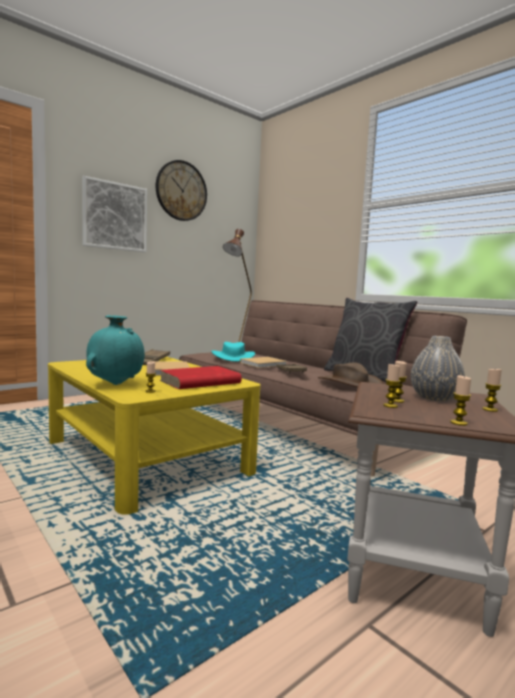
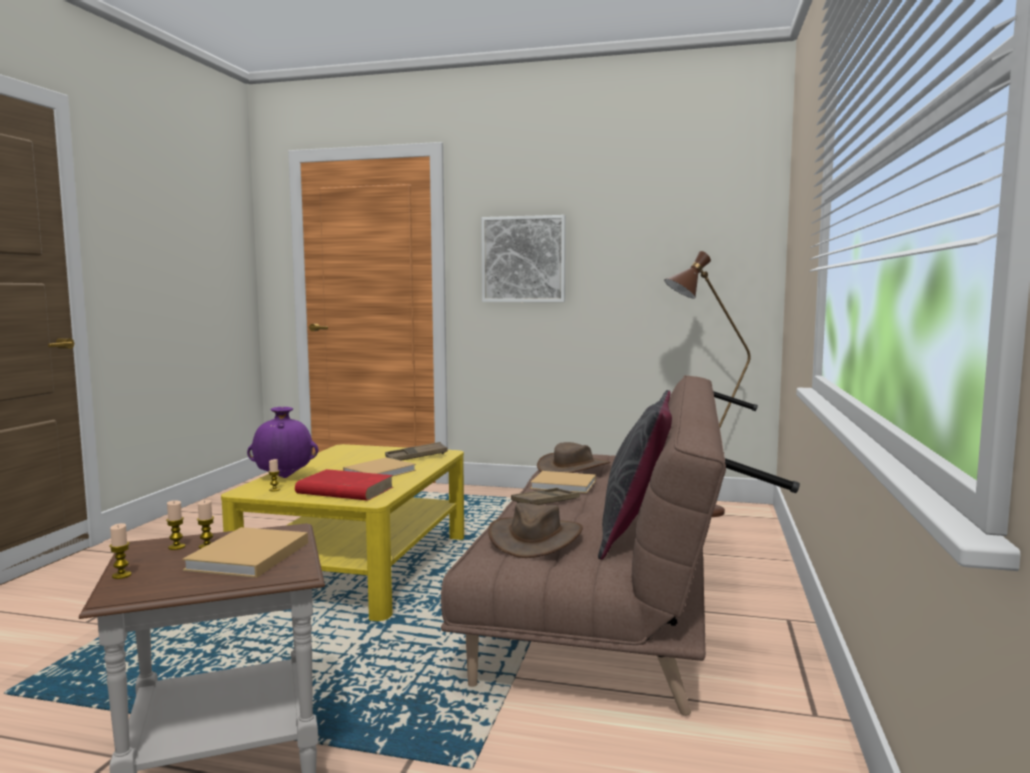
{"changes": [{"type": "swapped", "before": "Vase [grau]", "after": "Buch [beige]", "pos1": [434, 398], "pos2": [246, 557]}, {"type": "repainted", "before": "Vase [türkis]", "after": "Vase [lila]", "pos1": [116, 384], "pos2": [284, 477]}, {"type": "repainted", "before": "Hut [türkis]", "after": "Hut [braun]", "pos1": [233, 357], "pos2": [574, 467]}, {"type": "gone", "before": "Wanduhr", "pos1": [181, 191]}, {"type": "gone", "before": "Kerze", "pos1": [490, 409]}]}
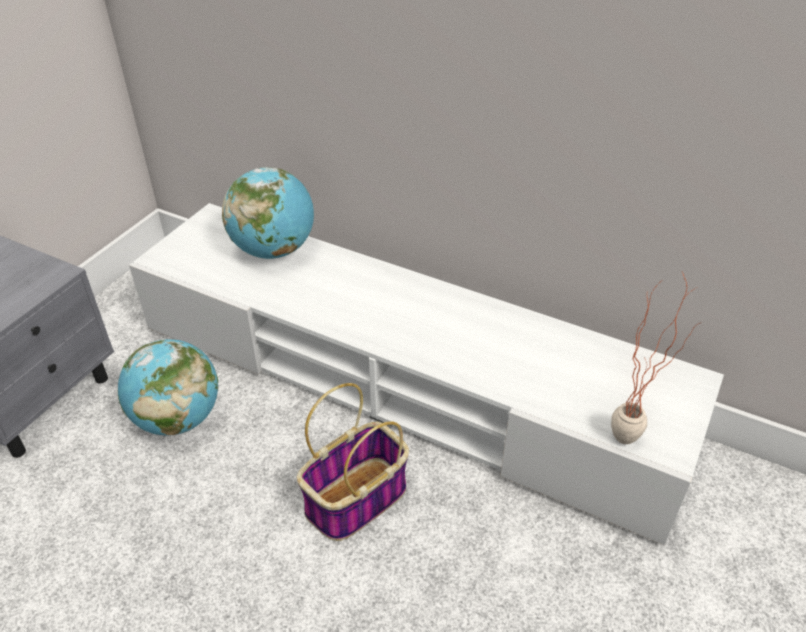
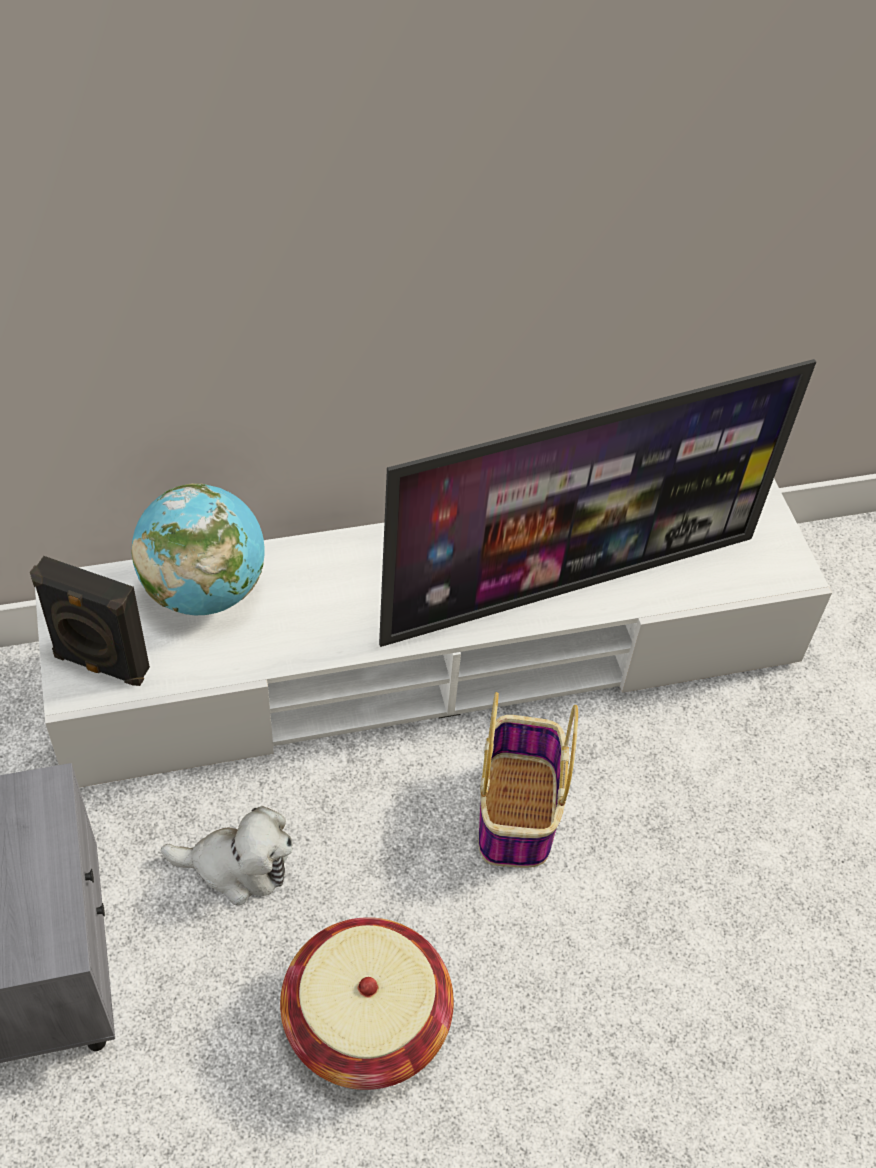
{"changes": [{"type": "new", "after": "Lautsprecher [schwarz]", "pos2": [100, 664]}, {"type": "swapped", "before": "Globus", "after": "Plüschtier", "pos1": [178, 418], "pos2": [237, 866]}, {"type": "new", "after": "Korb", "pos2": [366, 1020]}, {"type": "new", "after": "Fernseher", "pos2": [570, 584]}, {"type": "gone", "before": "Topfpflanze", "pos1": [634, 437]}]}
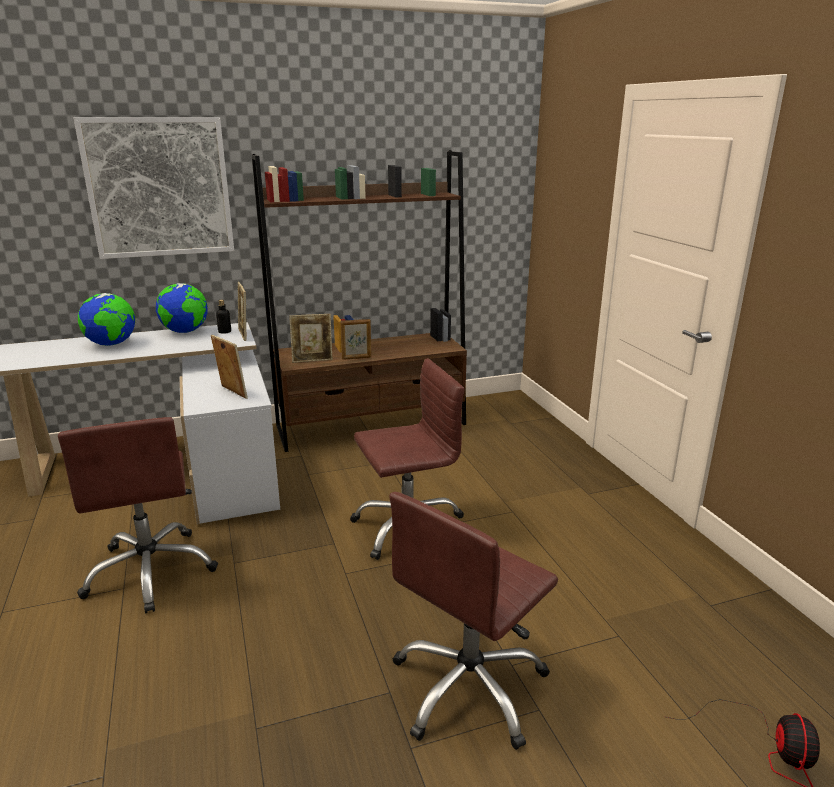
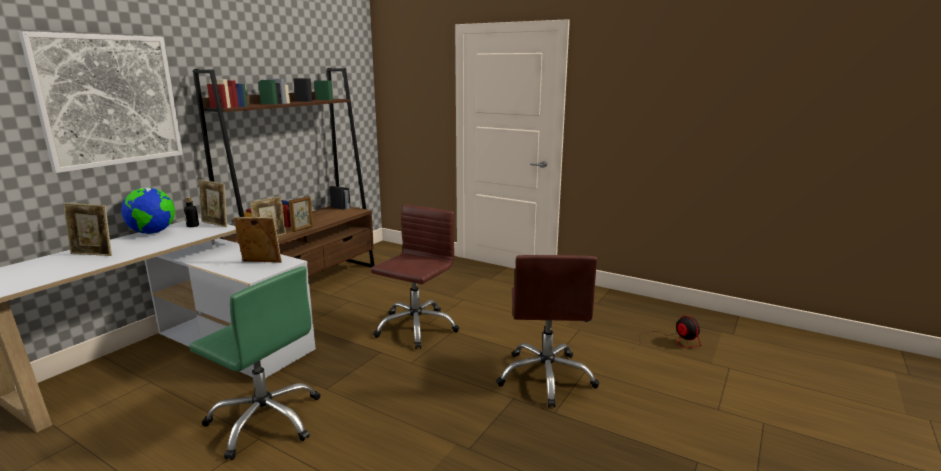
{"changes": [{"type": "swapped", "before": "Globus", "after": "Bilderrahmen", "pos1": [111, 344], "pos2": [93, 254]}, {"type": "repainted", "before": "Bürostuhl [braun]", "after": "Bürostuhl [grün]", "pos1": [151, 571], "pos2": [265, 420]}]}
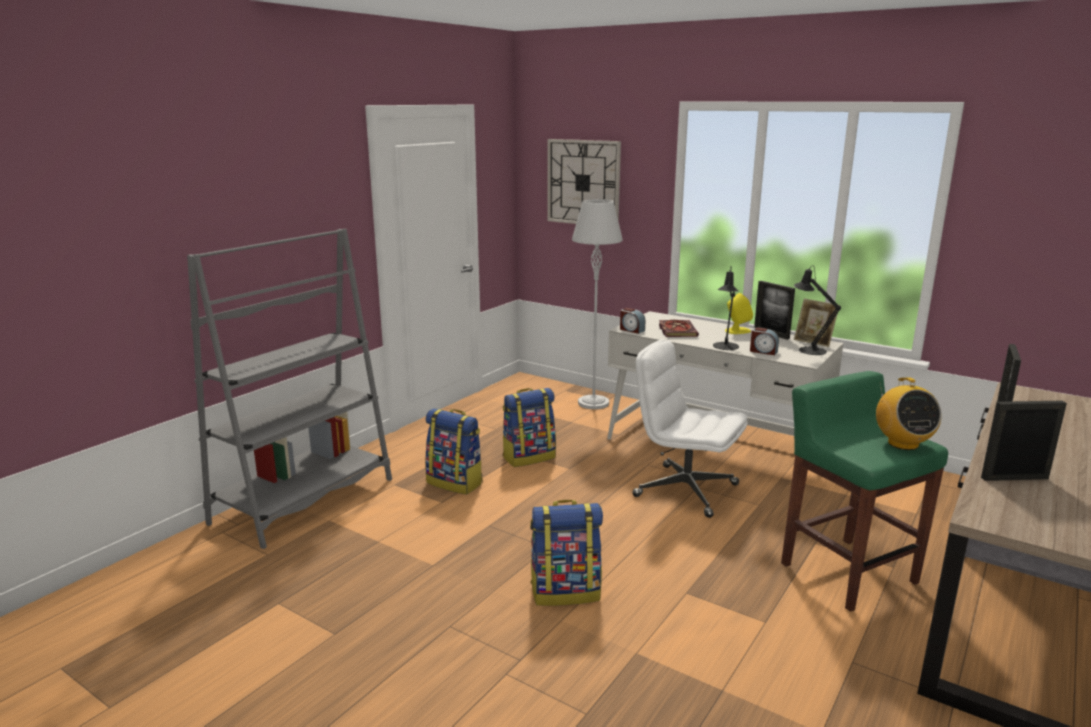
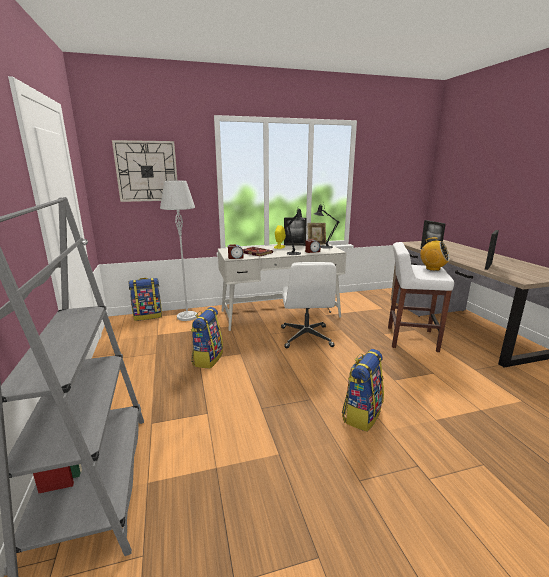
{"changes": [{"type": "shifted", "before": "Rucksack", "pos1": [455, 483], "pos2": [148, 316]}, {"type": "rotated", "before": "Bürostuhl [weiß]", "pos1": [684, 490], "pos2": [306, 337], "turn": -75}, {"type": "repainted", "before": "Hocker [grün]", "after": "Hocker [weiß]", "pos1": [847, 572], "pos2": [410, 339]}]}
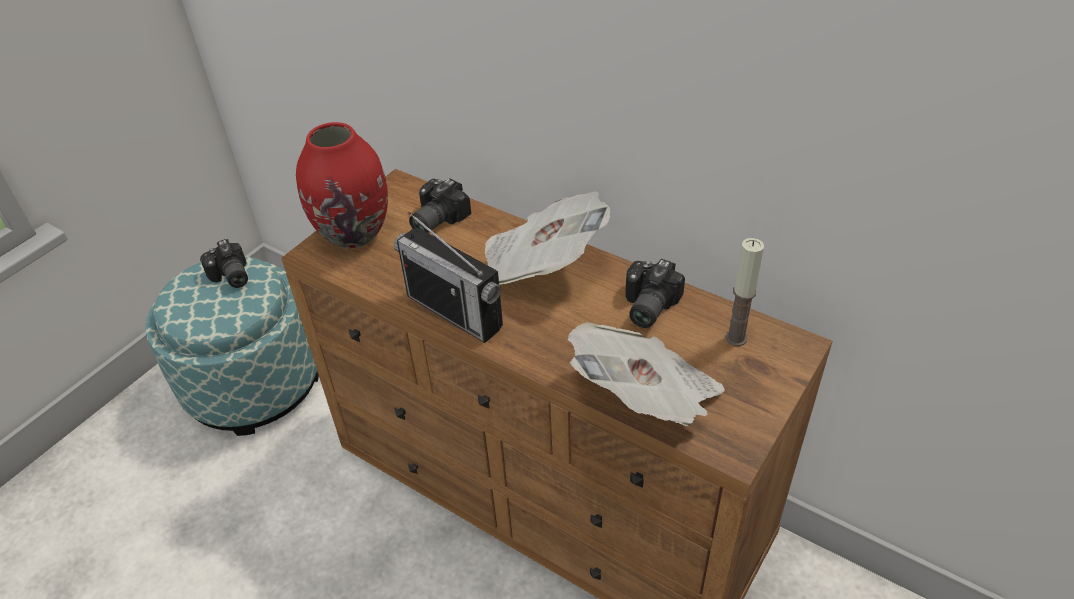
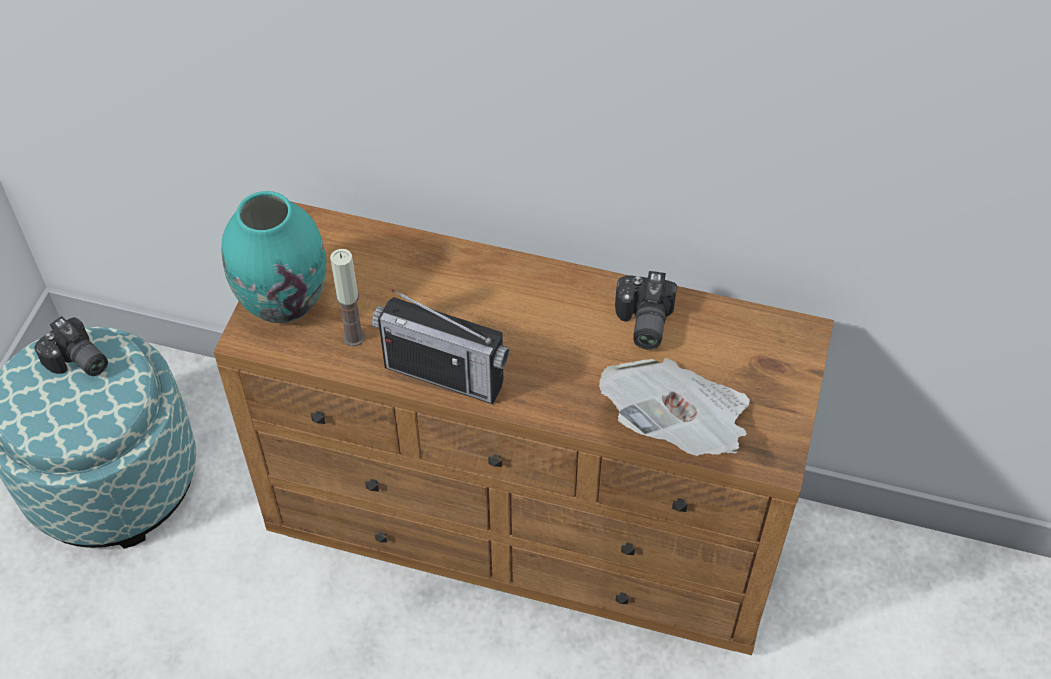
{"changes": [{"type": "repainted", "before": "Vase [rot]", "after": "Vase [türkis]", "pos1": [354, 233], "pos2": [284, 300]}, {"type": "shifted", "before": "Kerze", "pos1": [736, 338], "pos2": [354, 337]}, {"type": "gone", "before": "Kamera", "pos1": [435, 219]}, {"type": "gone", "before": "Zeitung", "pos1": [541, 264]}]}
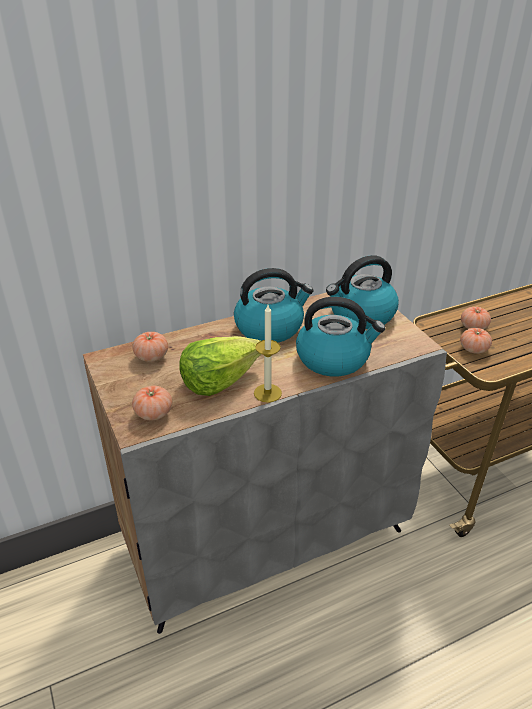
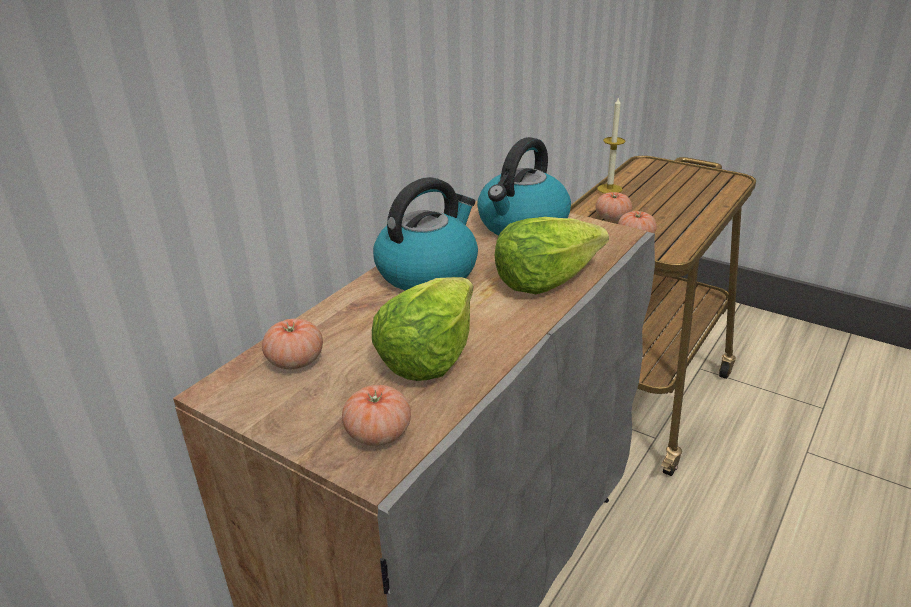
{"changes": [{"type": "swapped", "before": "Wasserkessel", "after": "Salatkopf", "pos1": [334, 358], "pos2": [545, 279]}, {"type": "shifted", "before": "Kerze", "pos1": [267, 393], "pos2": [609, 189]}]}
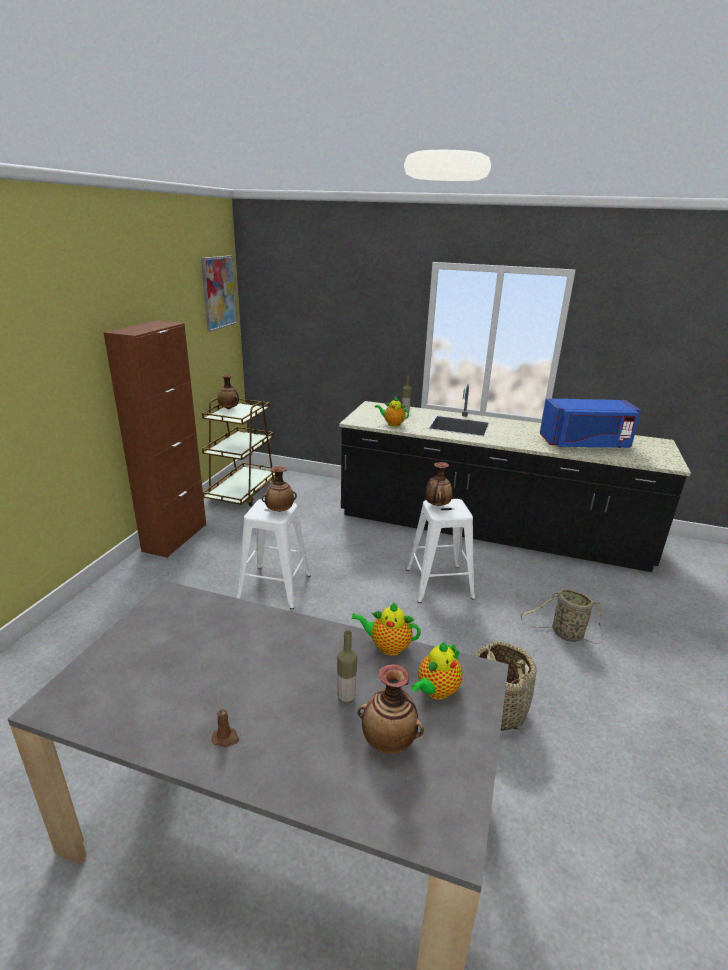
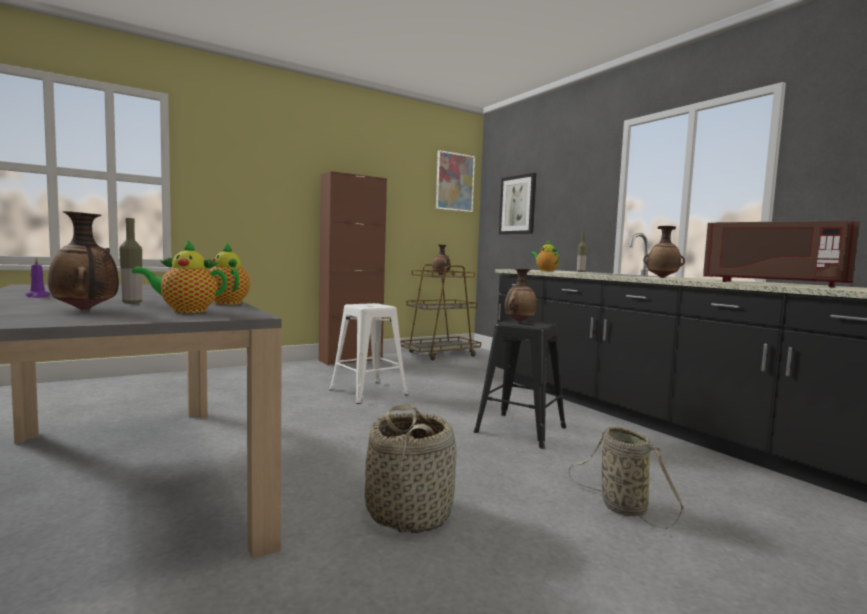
{"changes": [{"type": "repainted", "before": "Kerze [braun]", "after": "Kerze [lila]", "pos1": [226, 738], "pos2": [38, 296]}, {"type": "repainted", "before": "Hocker [weiß]", "after": "Hocker [schwarz]", "pos1": [439, 583], "pos2": [522, 429]}, {"type": "new", "after": "Bild", "pos2": [518, 205]}, {"type": "shifted", "before": "Vase", "pos1": [279, 511], "pos2": [662, 277]}, {"type": "repainted", "before": "Mikrowelle [blau]", "after": "Mikrowelle [braun]", "pos1": [585, 444], "pos2": [772, 284]}]}
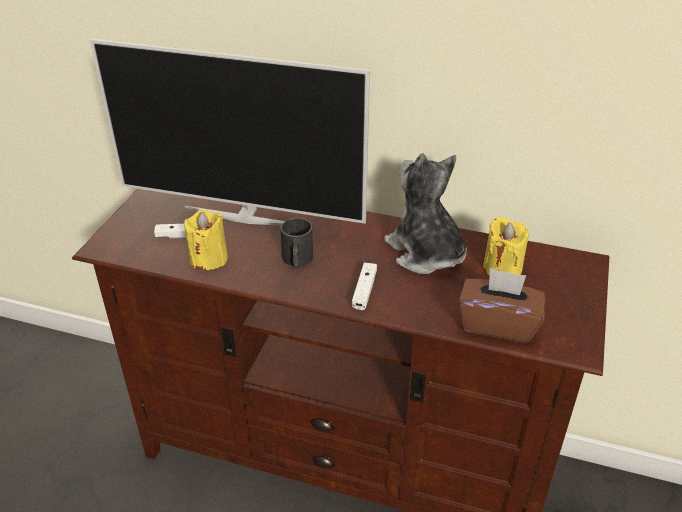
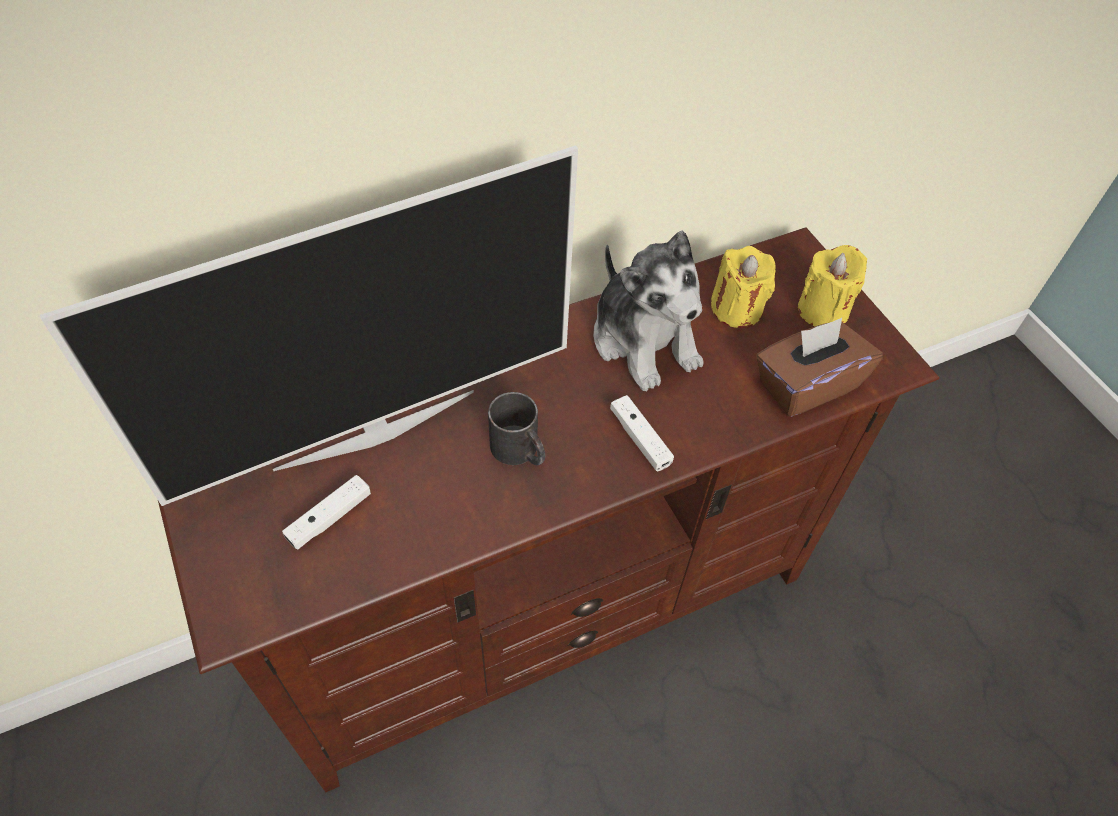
{"changes": [{"type": "rotated", "before": "Plüschtier", "pos1": [425, 253], "pos2": [644, 341], "turn": -135}, {"type": "shifted", "before": "Kerze [gelb]", "pos1": [208, 258], "pos2": [823, 310]}]}
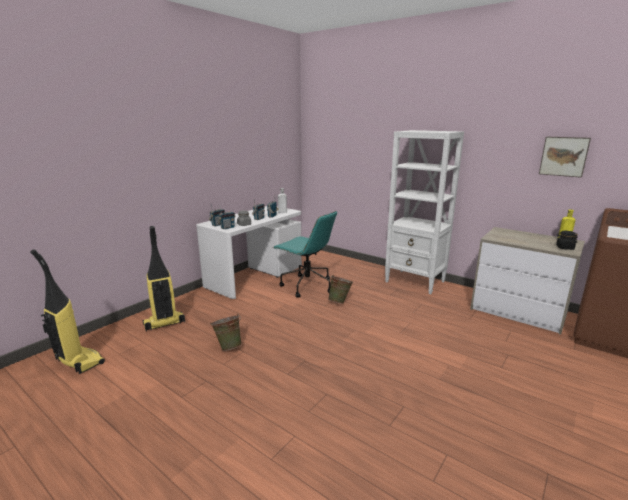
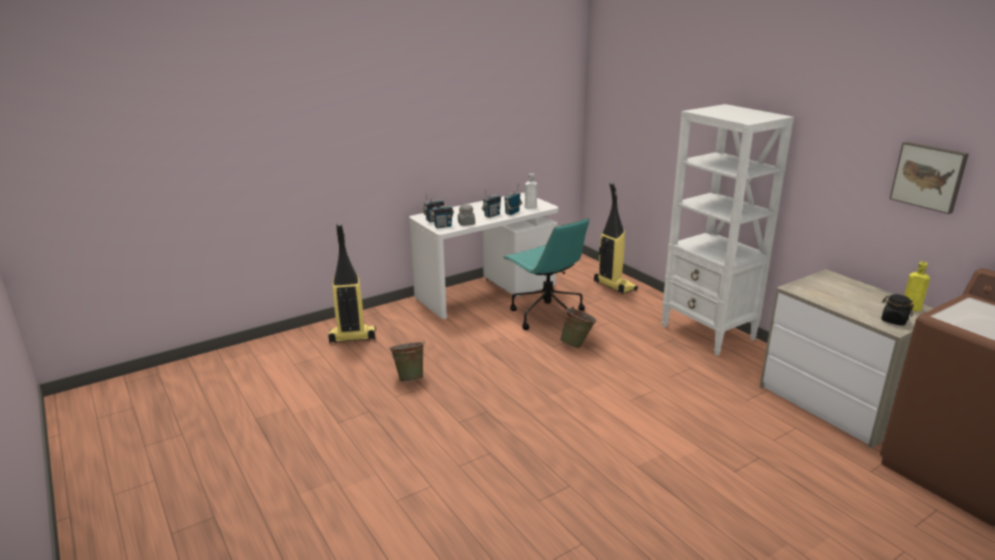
{"changes": [{"type": "shifted", "before": "Staubsauger", "pos1": [79, 362], "pos2": [614, 286]}]}
